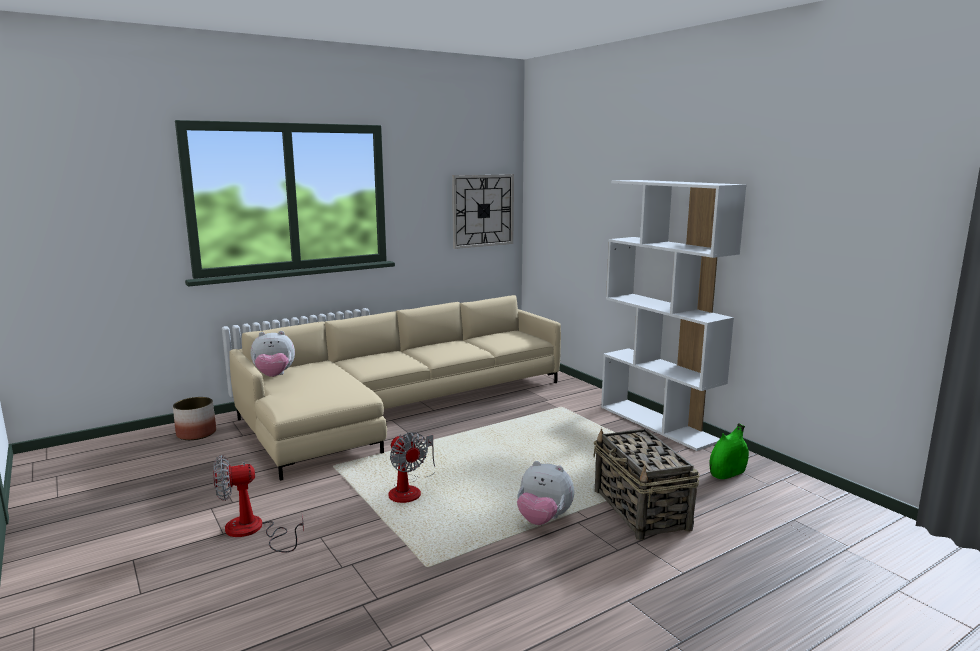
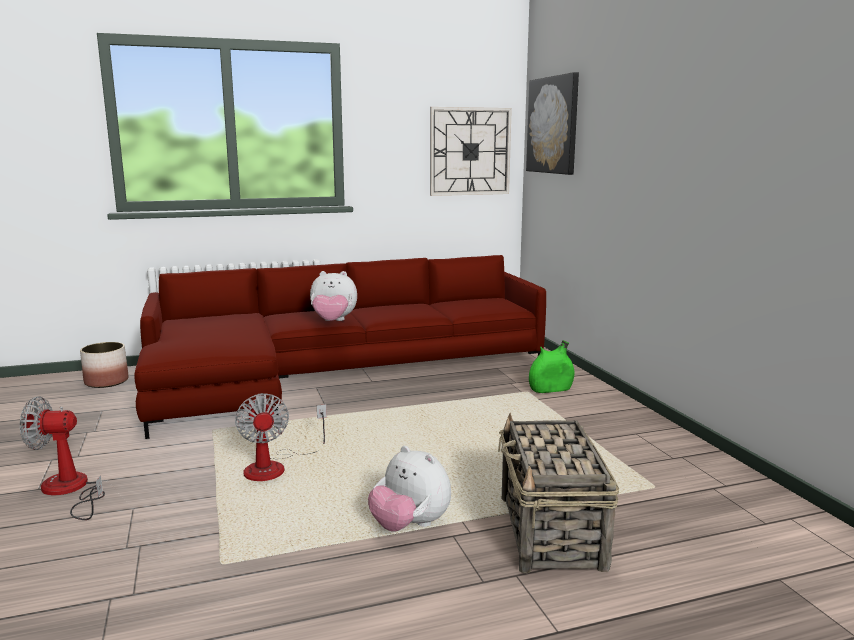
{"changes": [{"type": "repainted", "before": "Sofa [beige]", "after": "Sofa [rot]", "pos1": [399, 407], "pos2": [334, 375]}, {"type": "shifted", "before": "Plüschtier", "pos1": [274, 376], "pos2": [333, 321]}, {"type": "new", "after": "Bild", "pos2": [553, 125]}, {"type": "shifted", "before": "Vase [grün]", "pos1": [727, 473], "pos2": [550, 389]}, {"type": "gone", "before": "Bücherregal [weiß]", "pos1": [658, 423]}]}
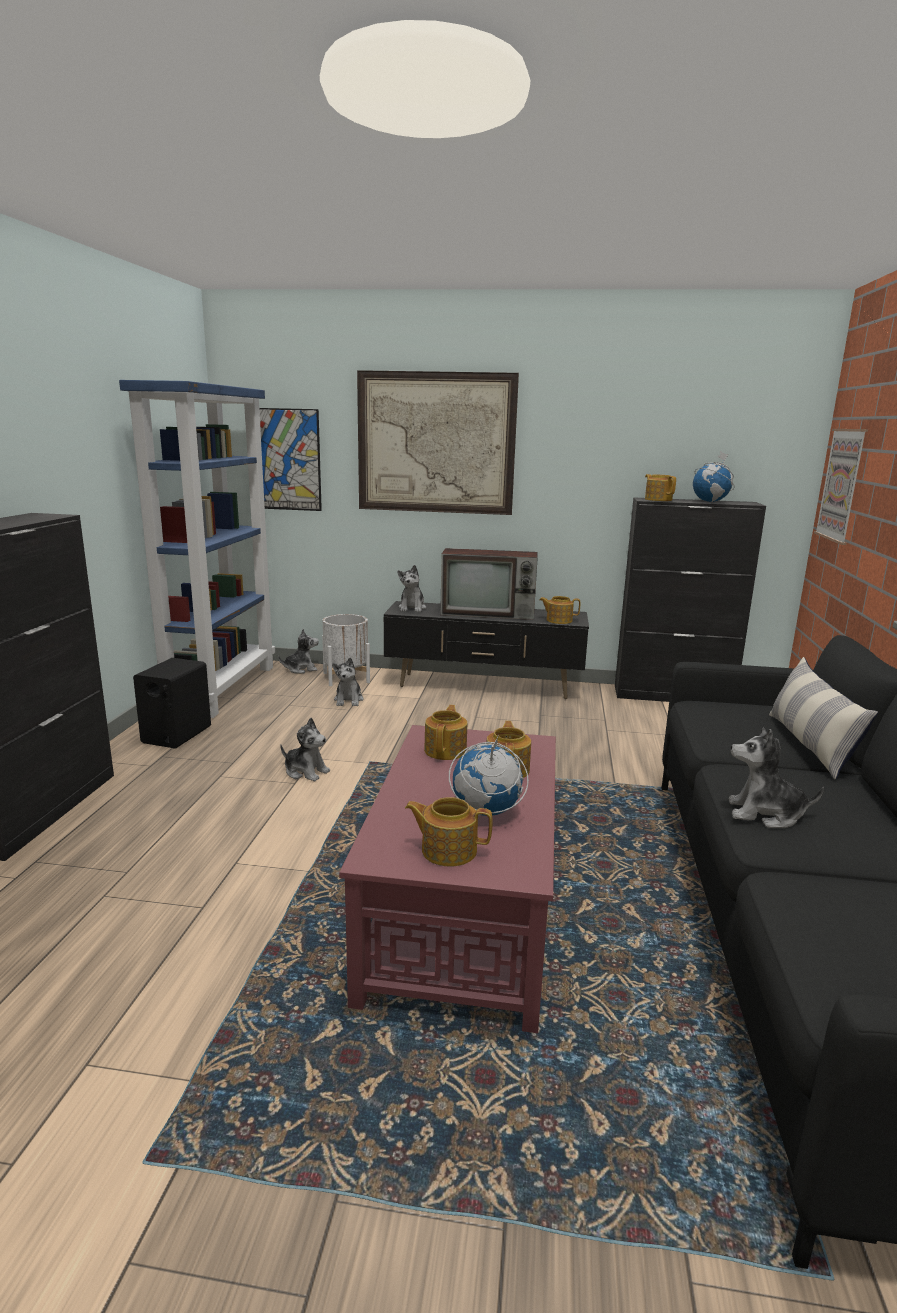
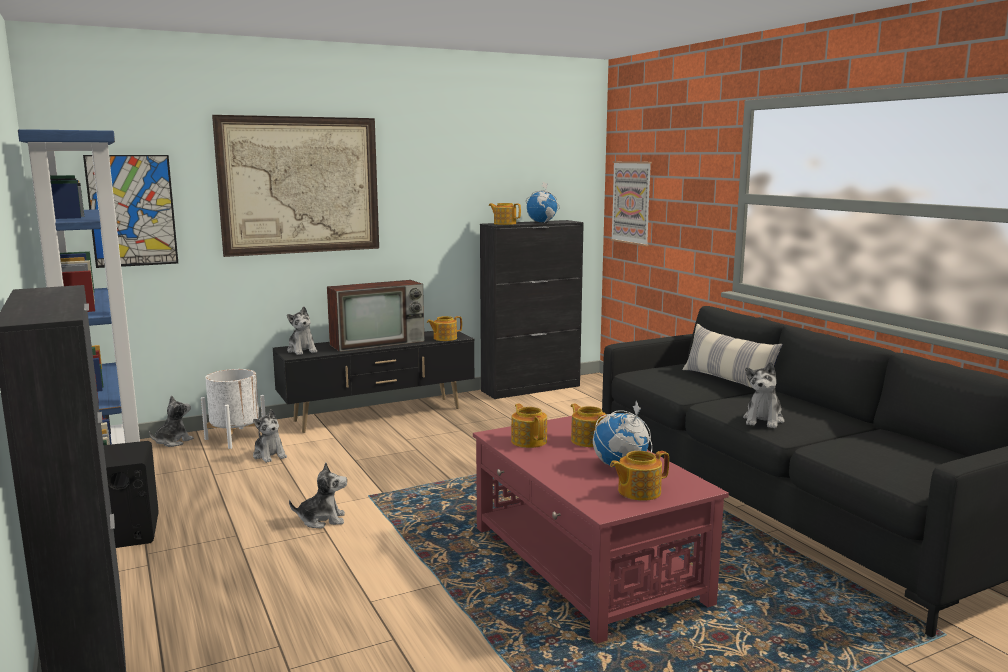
{"changes": [{"type": "rotated", "before": "Plüschtier", "pos1": [765, 814], "pos2": [763, 420], "turn": -45}]}
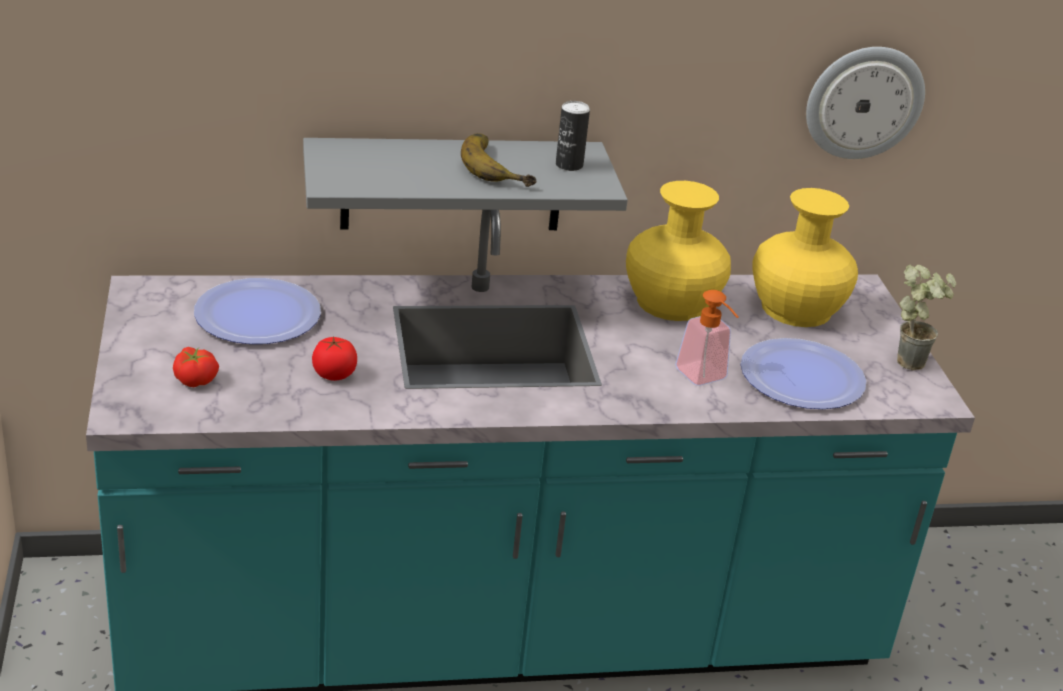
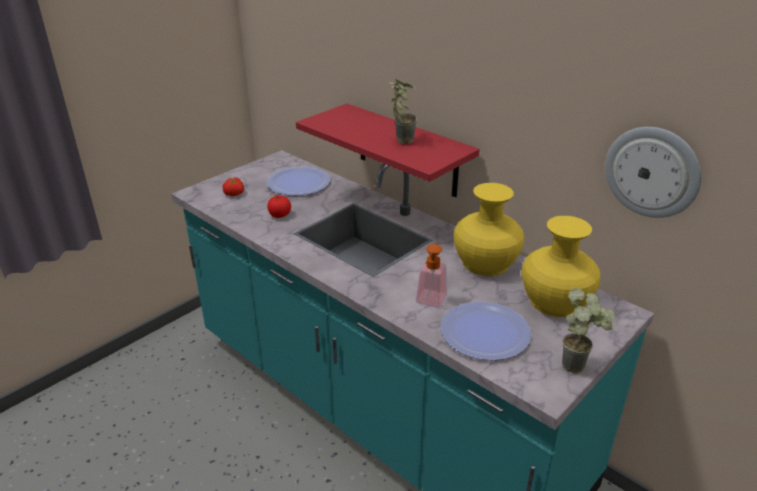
{"changes": [{"type": "repainted", "before": "Wandregal [grau]", "after": "Wandregal [rot]", "pos1": [452, 184], "pos2": [407, 151]}, {"type": "swapped", "before": "Banane", "after": "Topfpflanze", "pos1": [500, 166], "pos2": [400, 140]}, {"type": "gone", "before": "Dose", "pos1": [569, 165]}]}
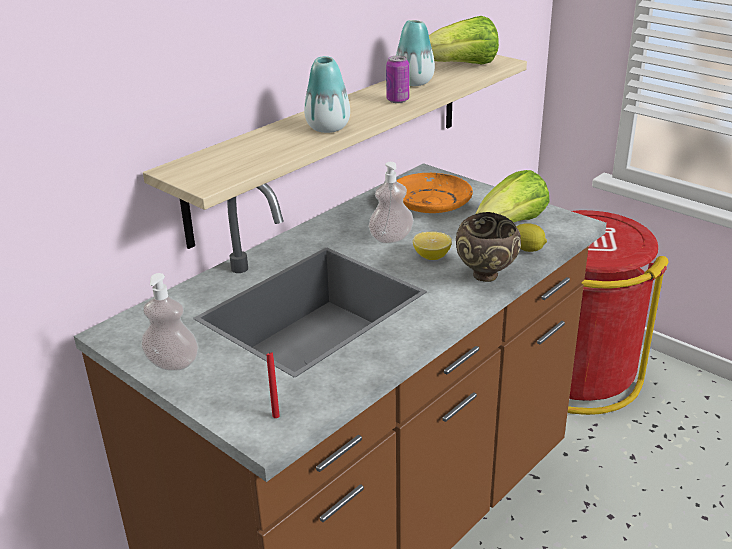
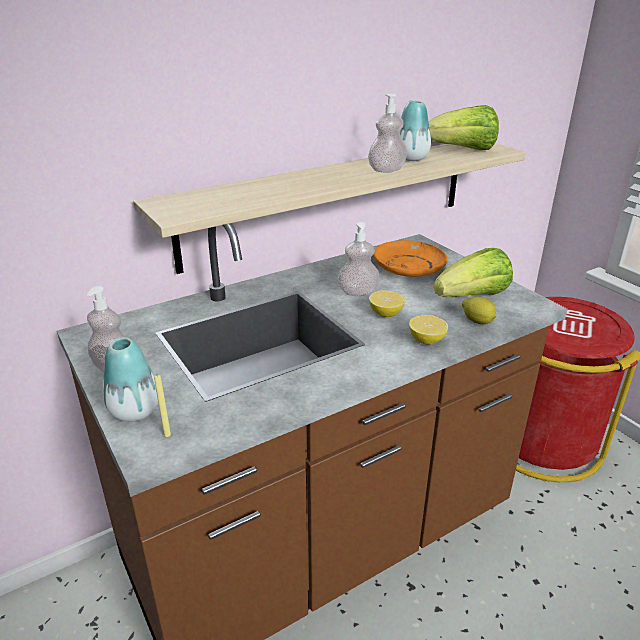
{"changes": [{"type": "shifted", "before": "Vase", "pos1": [328, 128], "pos2": [135, 411]}, {"type": "repainted", "before": "Kerze [rot]", "after": "Kerze [gelb]", "pos1": [276, 416], "pos2": [167, 434]}, {"type": "swapped", "before": "Dose", "after": "Seifenspender", "pos1": [397, 100], "pos2": [386, 170]}, {"type": "swapped", "before": "Schüssel [braun]", "after": "Zitrone", "pos1": [486, 276], "pos2": [426, 340]}]}
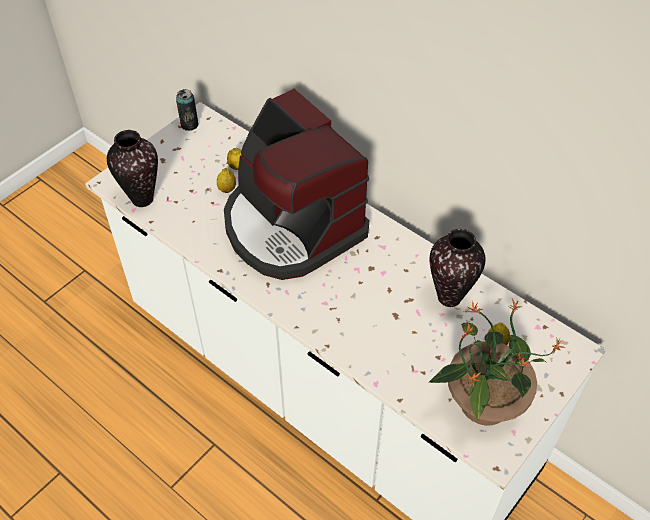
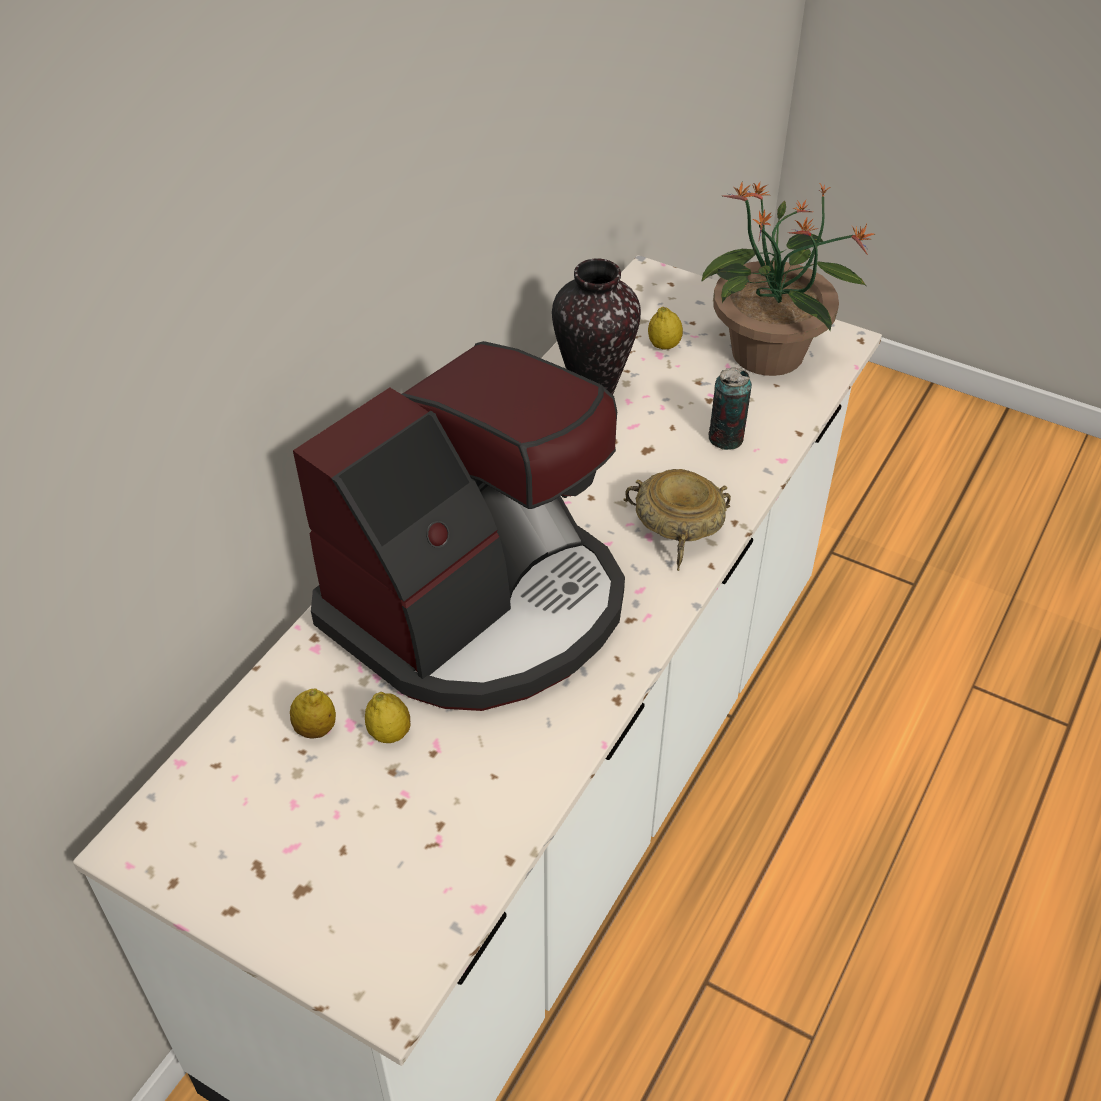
{"changes": [{"type": "new", "after": "Schüssel [beige]", "pos2": [677, 529]}, {"type": "shifted", "before": "Dose", "pos1": [189, 125], "pos2": [726, 438]}, {"type": "gone", "before": "Vase", "pos1": [143, 198]}]}
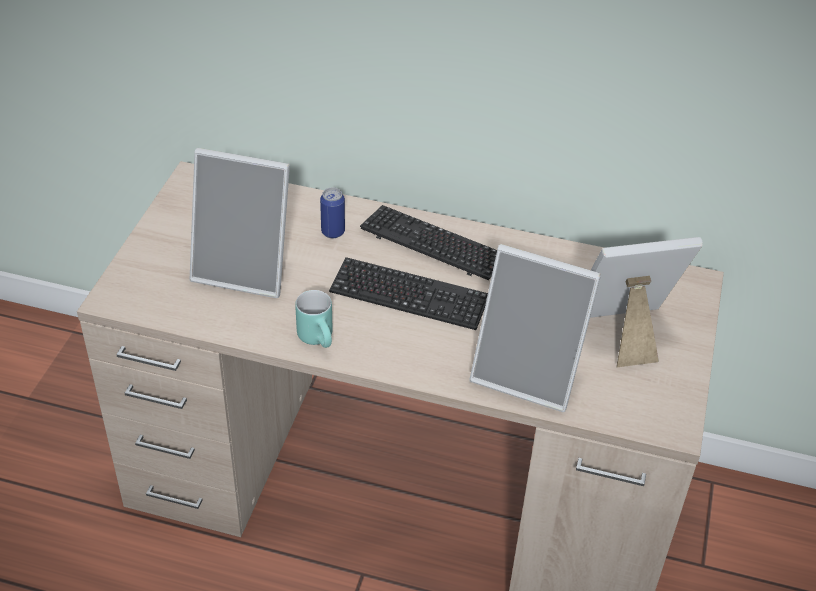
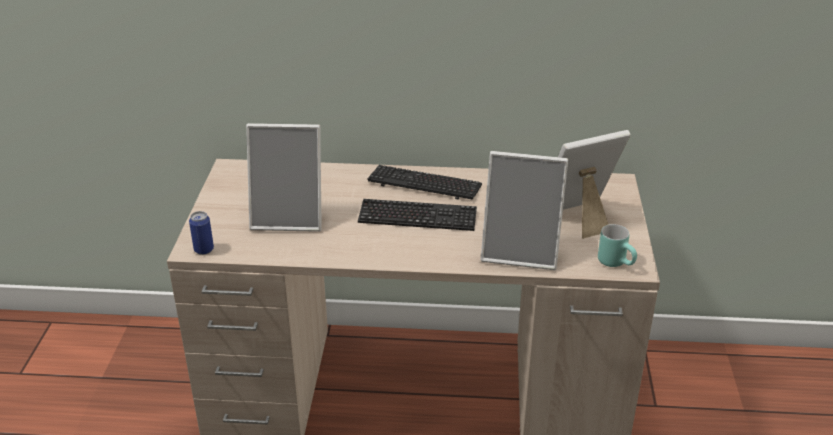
{"changes": [{"type": "shifted", "before": "Dose", "pos1": [333, 232], "pos2": [204, 250]}, {"type": "shifted", "before": "Henkelbecher [türkis]", "pos1": [320, 339], "pos2": [617, 263]}]}
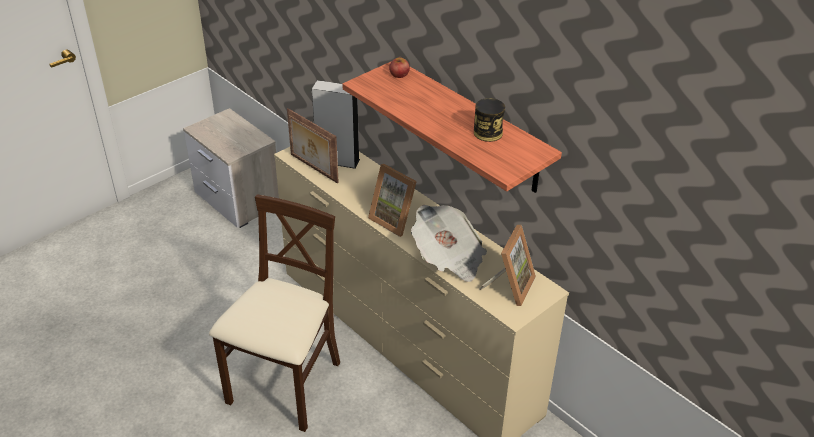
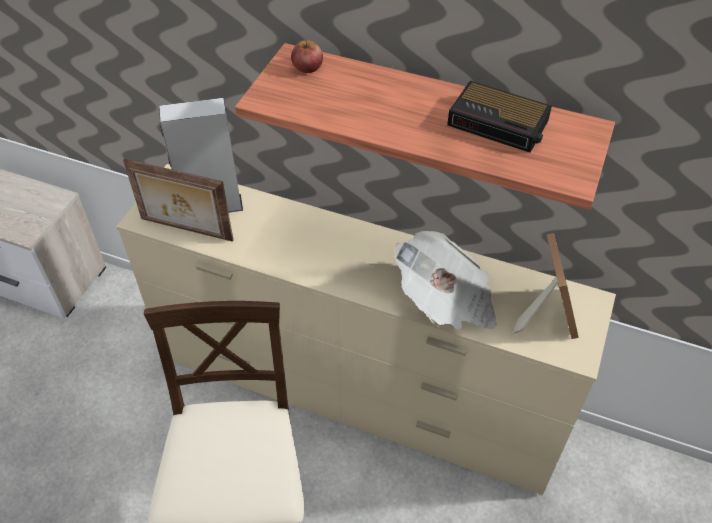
{"changes": [{"type": "swapped", "before": "Dose", "after": "Wecker", "pos1": [488, 133], "pos2": [500, 123]}, {"type": "gone", "before": "Bilderrahmen", "pos1": [395, 219]}]}
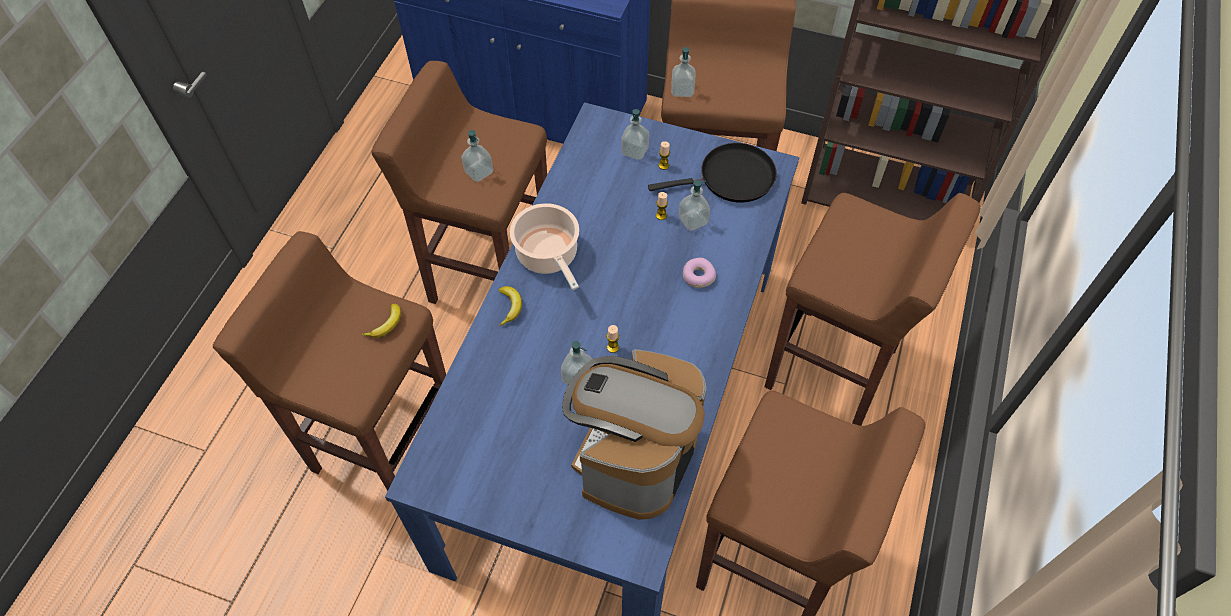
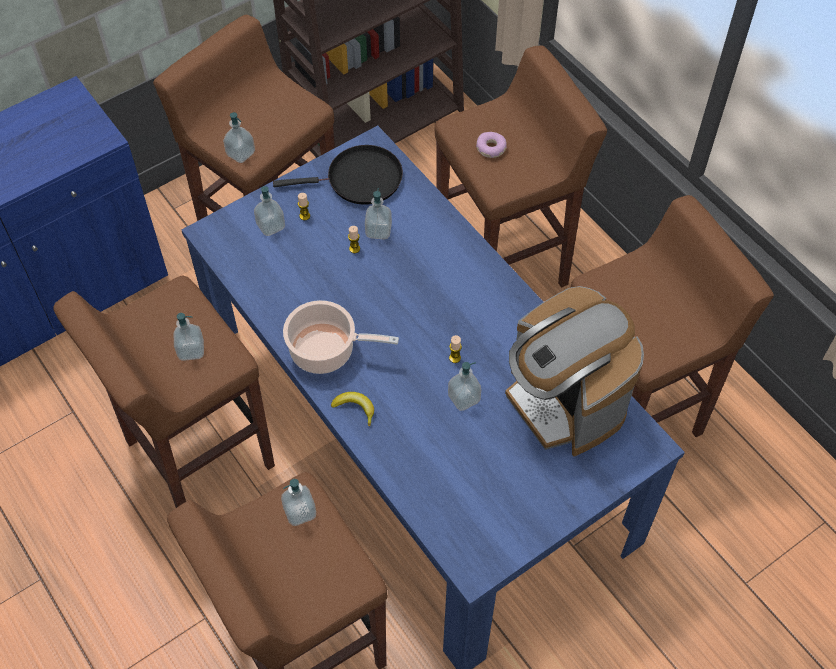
{"changes": [{"type": "rotated", "before": "Pfanne [schwarz]", "pos1": [732, 178], "pos2": [359, 180], "turn": 60}, {"type": "swapped", "before": "Banane", "after": "Seifenspender", "pos1": [386, 325], "pos2": [300, 512]}, {"type": "shifted", "before": "Donut", "pos1": [698, 276], "pos2": [491, 148]}]}
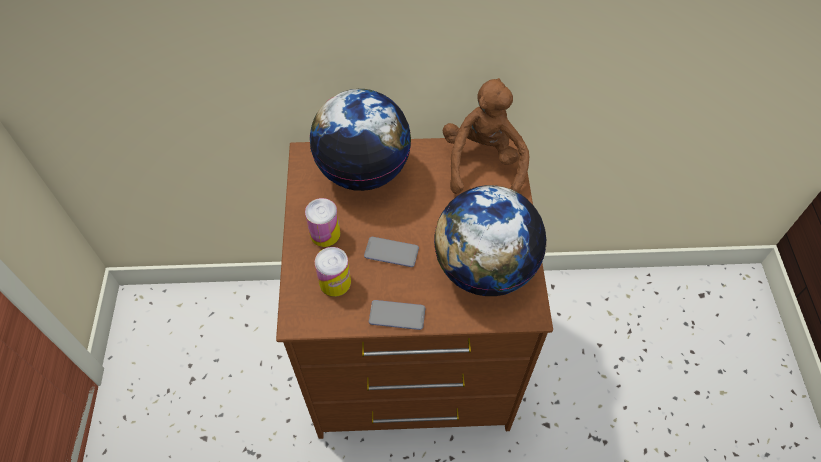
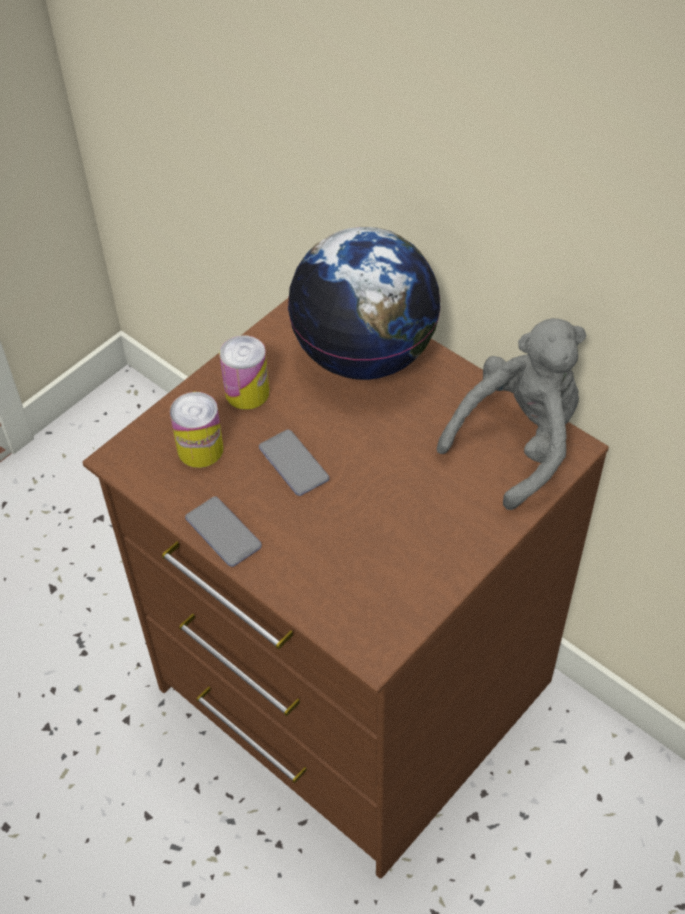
{"changes": [{"type": "repainted", "before": "Plüschtier [braun]", "after": "Plüschtier [grau]", "pos1": [483, 162], "pos2": [518, 443]}, {"type": "gone", "before": "Globus", "pos1": [484, 268]}]}
